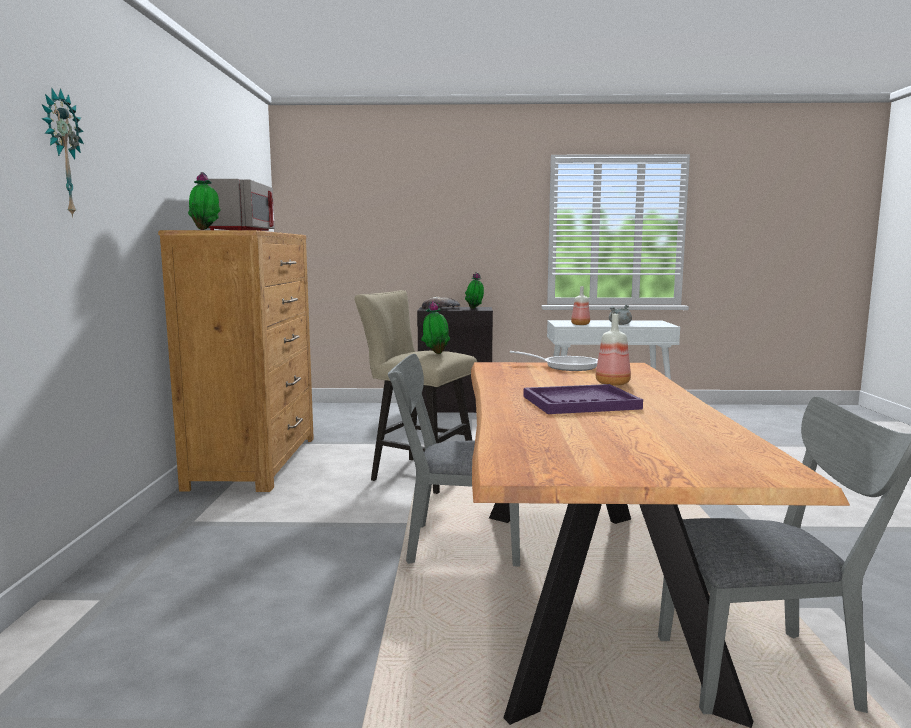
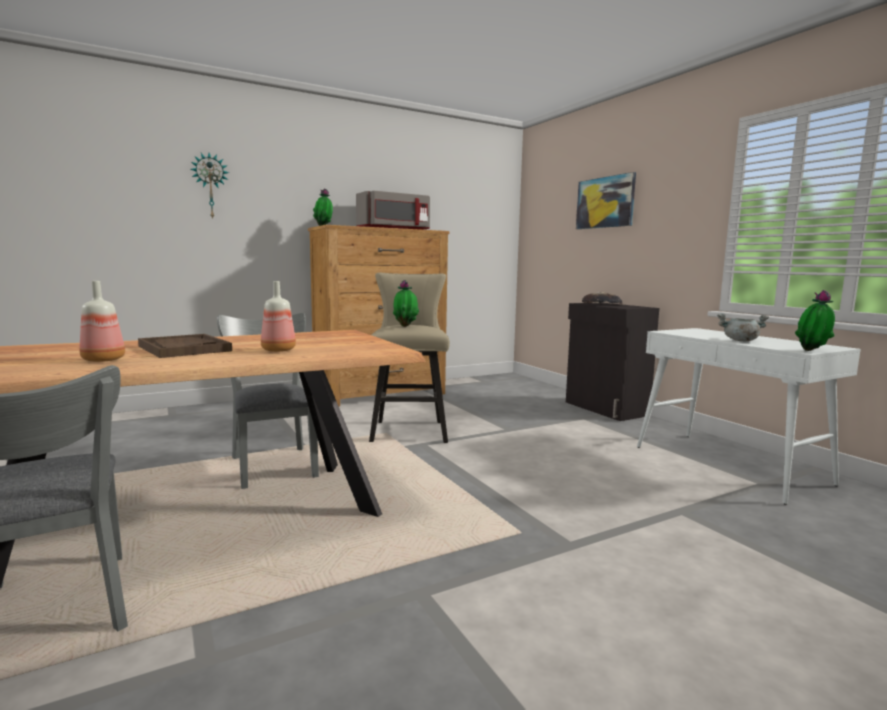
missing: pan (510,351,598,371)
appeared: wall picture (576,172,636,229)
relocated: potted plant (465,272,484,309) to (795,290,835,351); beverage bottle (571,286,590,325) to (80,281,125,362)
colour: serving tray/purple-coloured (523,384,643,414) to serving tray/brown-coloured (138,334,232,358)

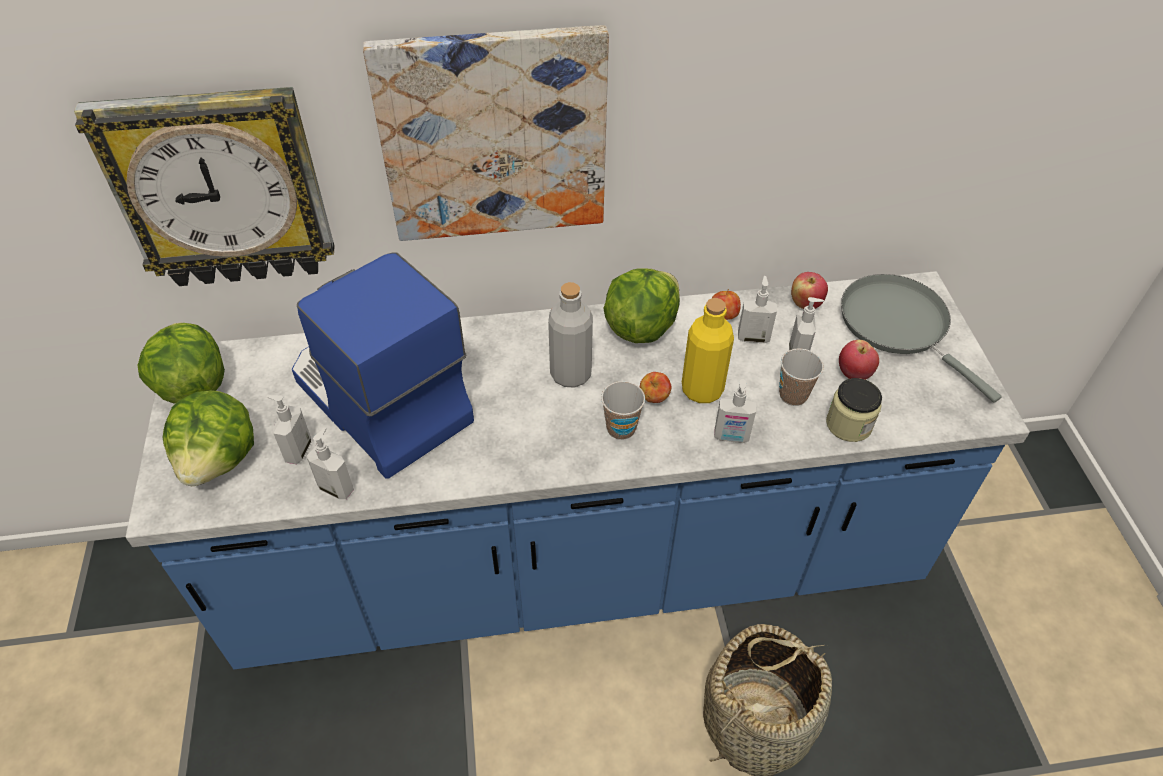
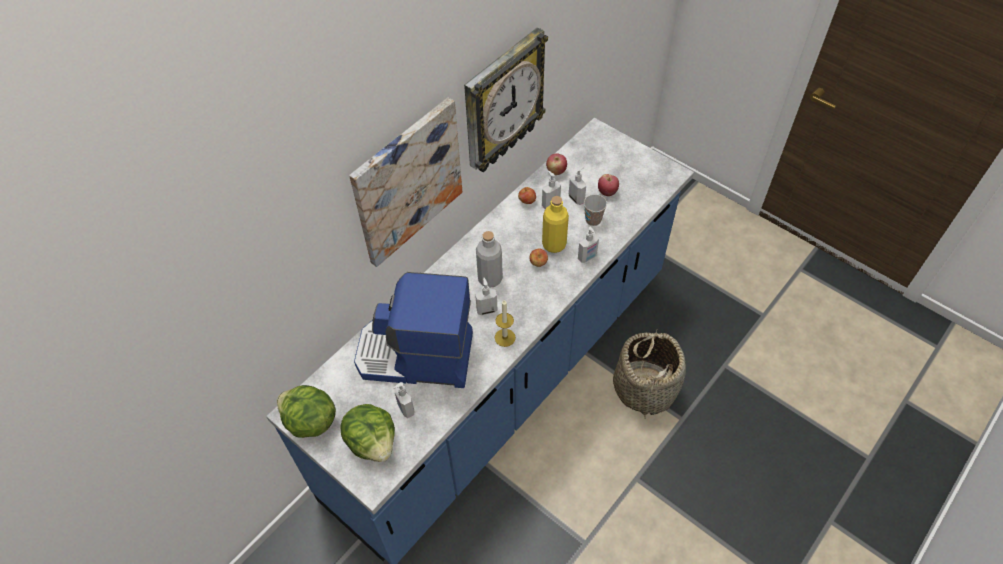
missing: drinking cup (601,381,645,440); lettuce head (603,268,680,343); jar (826,378,882,442); pan/gray (841,274,1001,402)
appeared: candle (495,300,516,347)
relocated: hanging clock (74,87,334,286) to (464,28,548,173); liquid soap bottle (306,428,354,499) to (475,278,497,315)

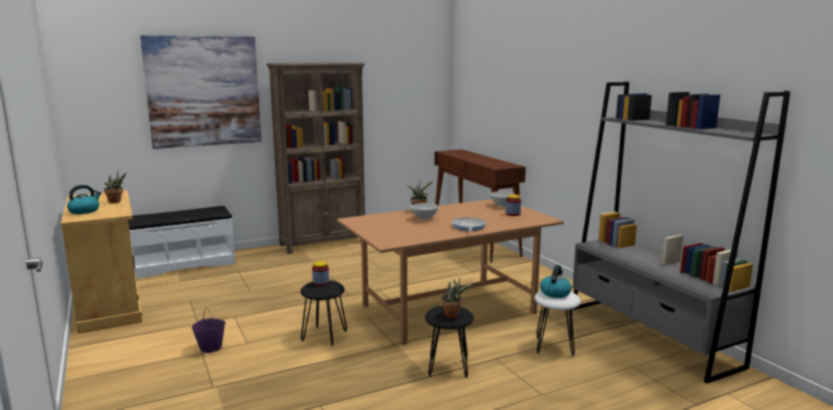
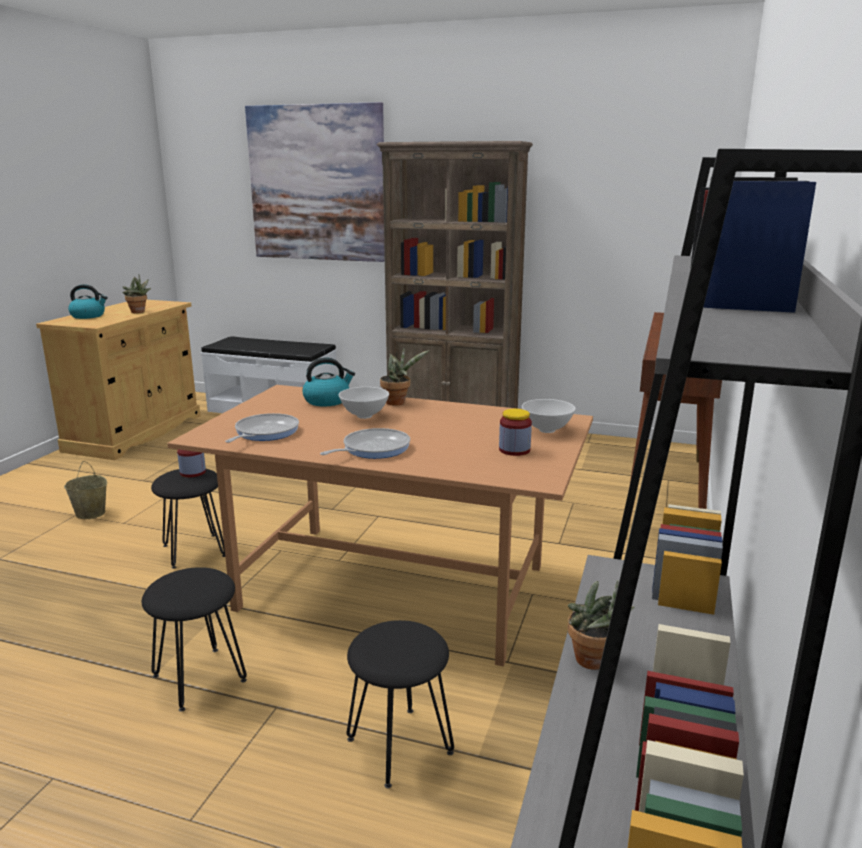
appeared: pan (225,413,299,443)
relocated: potted plant (441,278,474,318) to (568,580,634,670); tea kettle (540,265,572,298) to (302,357,355,406)
colour: bucket/purple-coloured (192,308,226,353) to bucket/beige (64,461,107,519); sitting stool/white (535,291,581,357) to sitting stool/black (347,620,454,788)

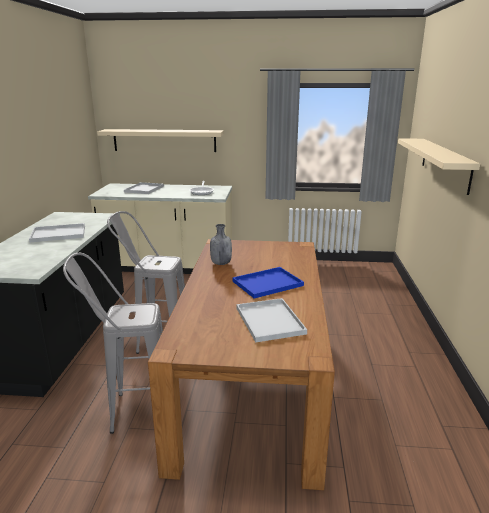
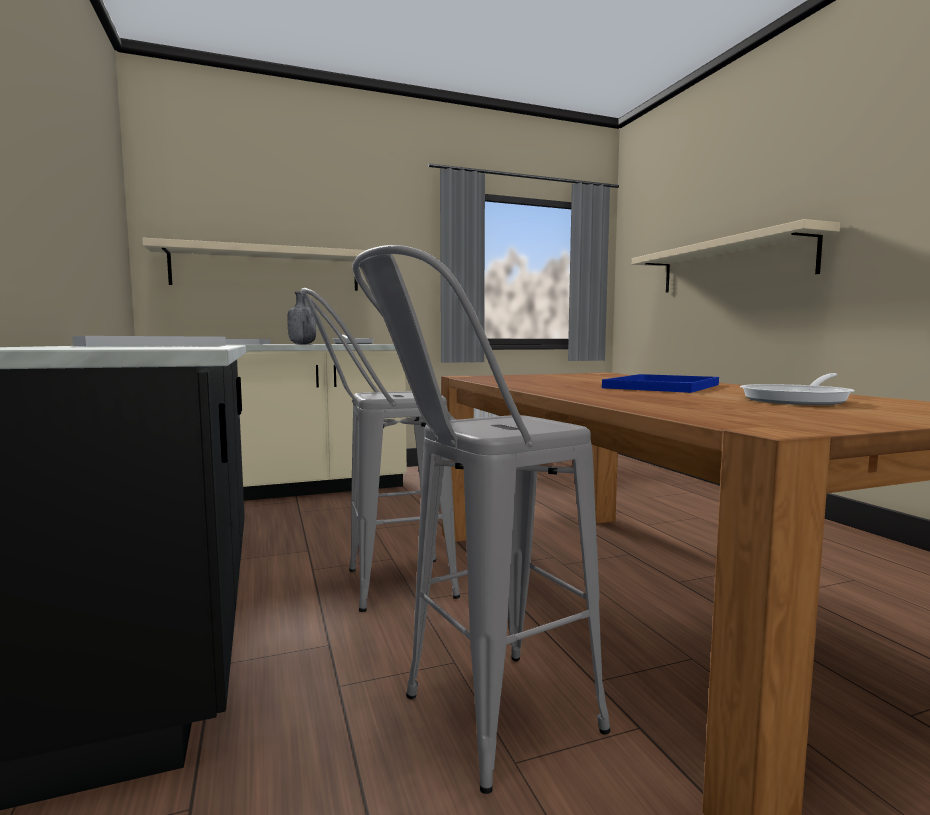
relocated: beverage bottle/gray (210,224,232,265) to (287,291,316,344)
exchanged: serving tray/white (237,298,307,342) to pan (740,373,855,405)

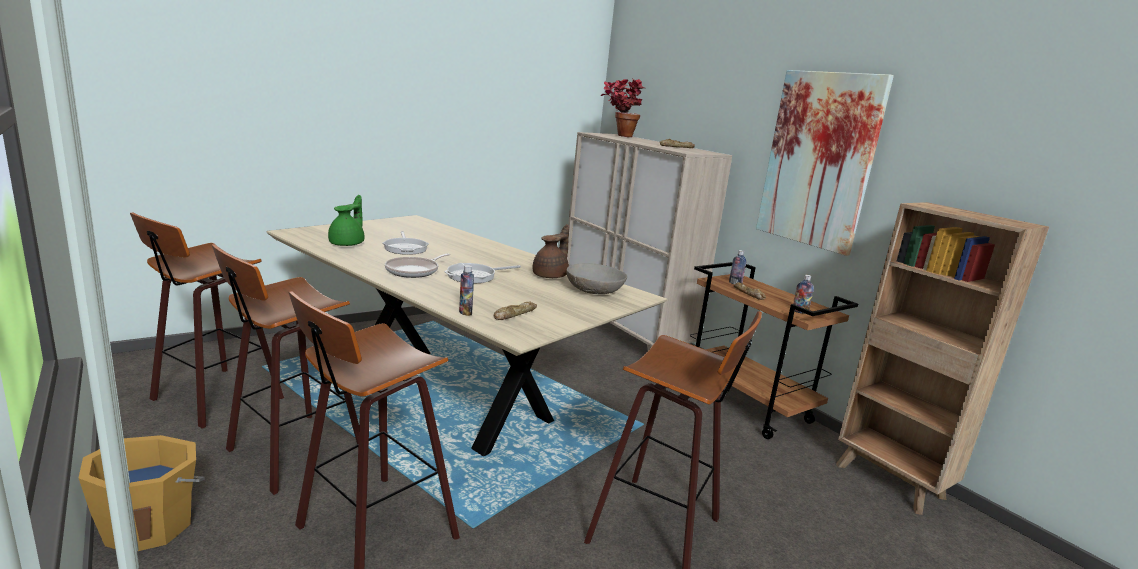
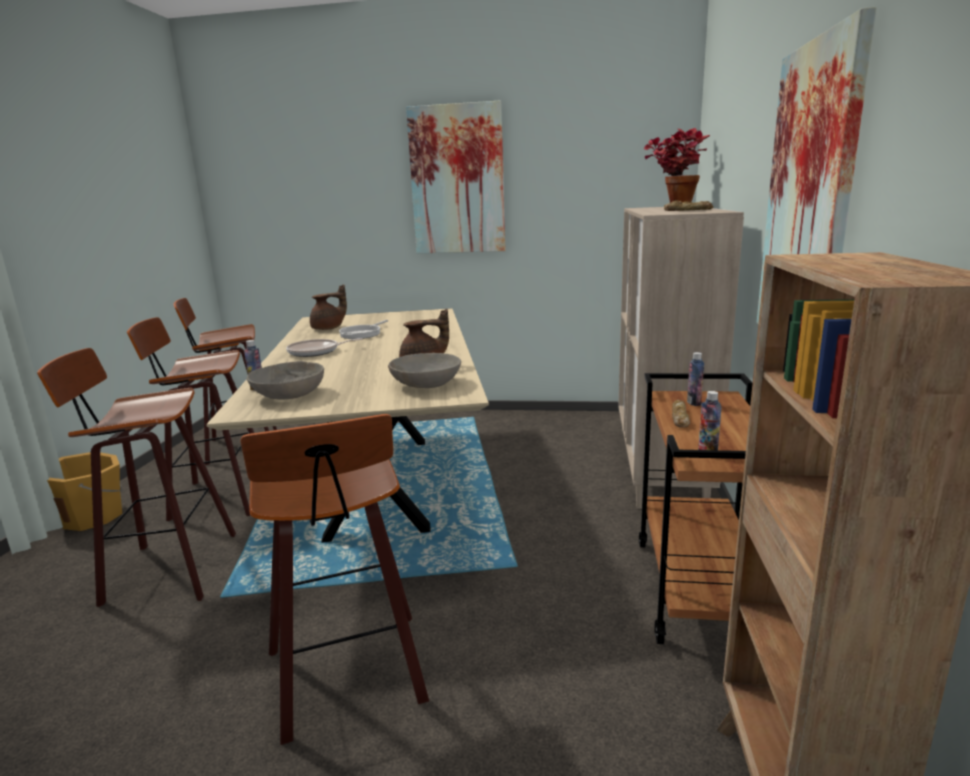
missing: pan (444,263,521,283)
appeared: wall picture (406,100,506,254)
exchanged: bakery bread (494,301,537,320) to bowl/gray (247,361,324,399)
colour: pot for tea/green-coloured (328,195,365,246) to pot for tea/brown-coloured (310,284,347,330)

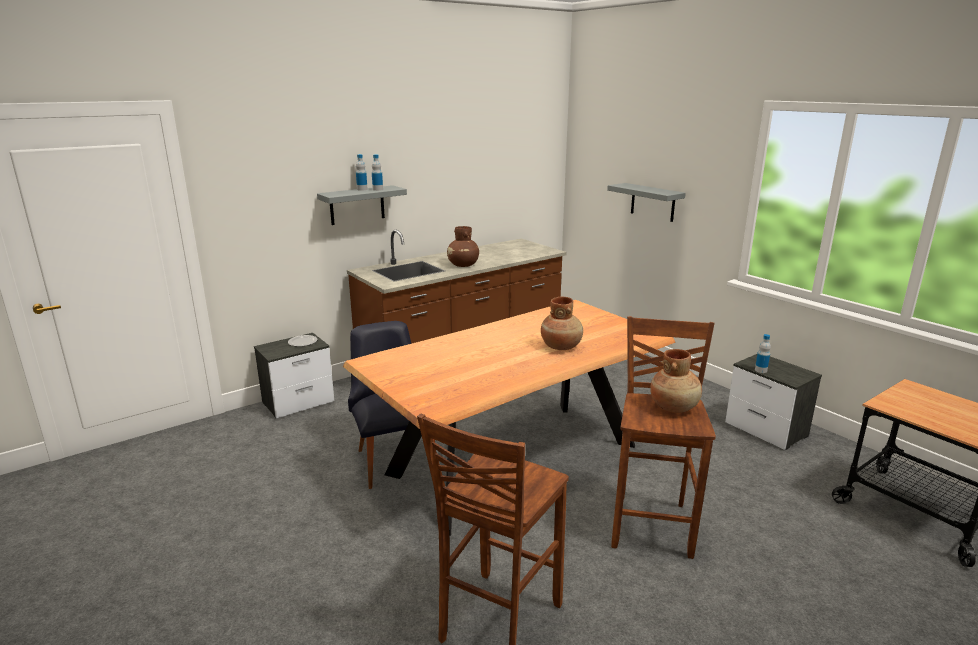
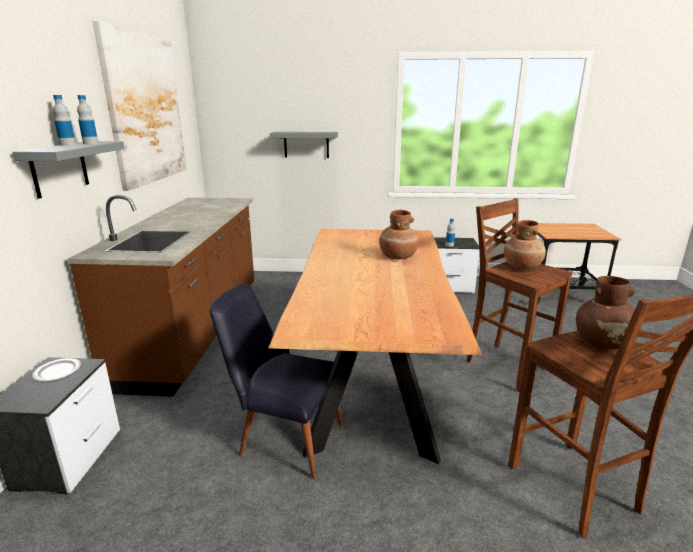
appeared: wall picture (93,21,187,191)
relocated: decorative vase/brown-coloured (447,226,479,267) to (576,276,642,350)

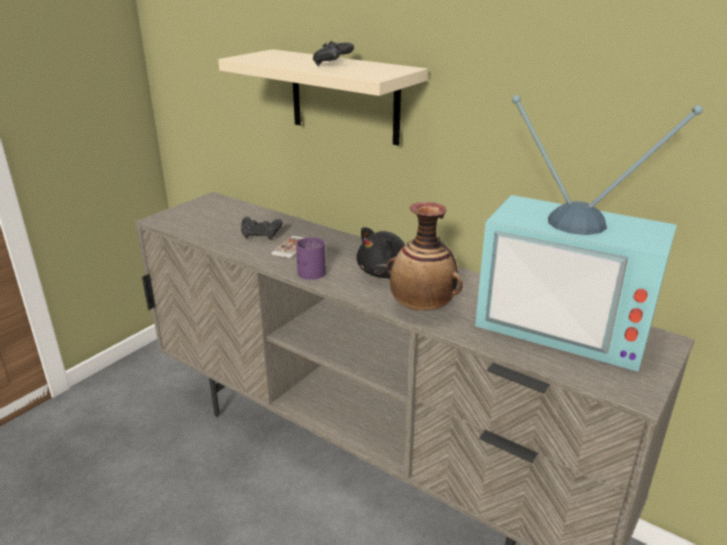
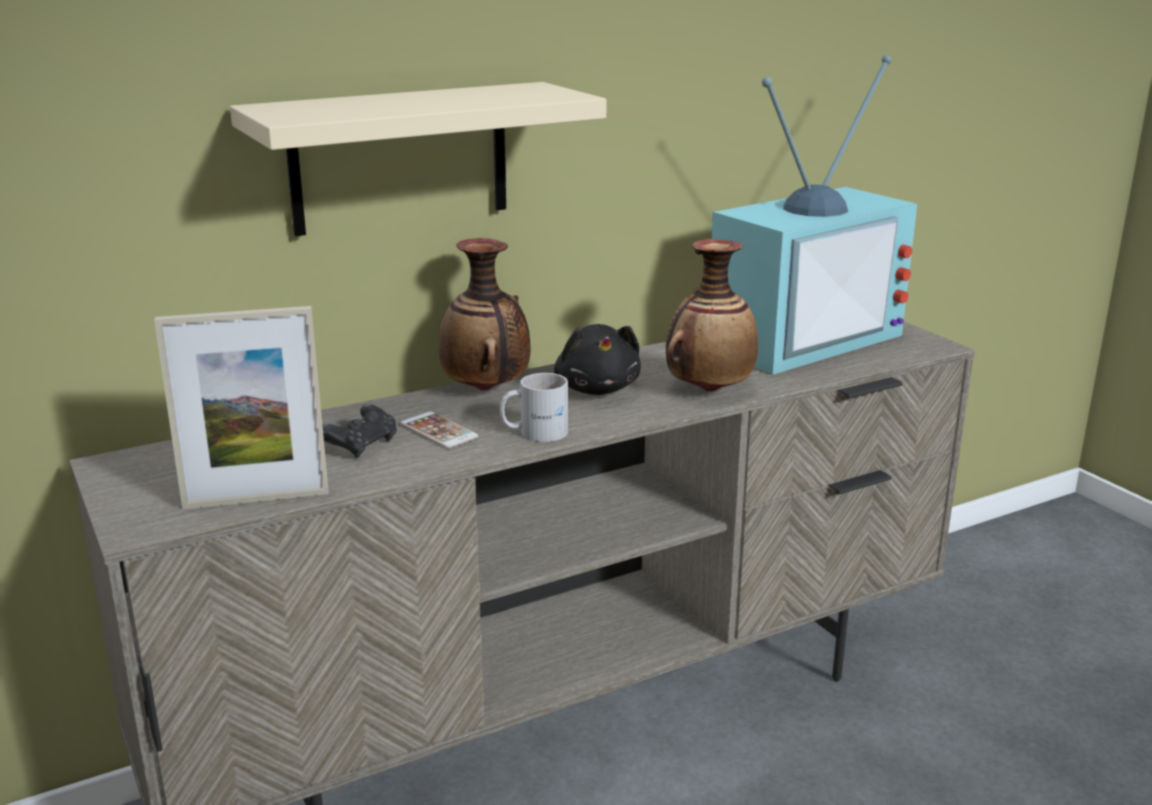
missing: game controller/black (313,41,354,66)
appeared: picture frame (154,306,329,509); decorative vase (438,238,531,391)
colour: mug/purple-coloured (296,237,326,280) to mug/white (500,373,568,442)

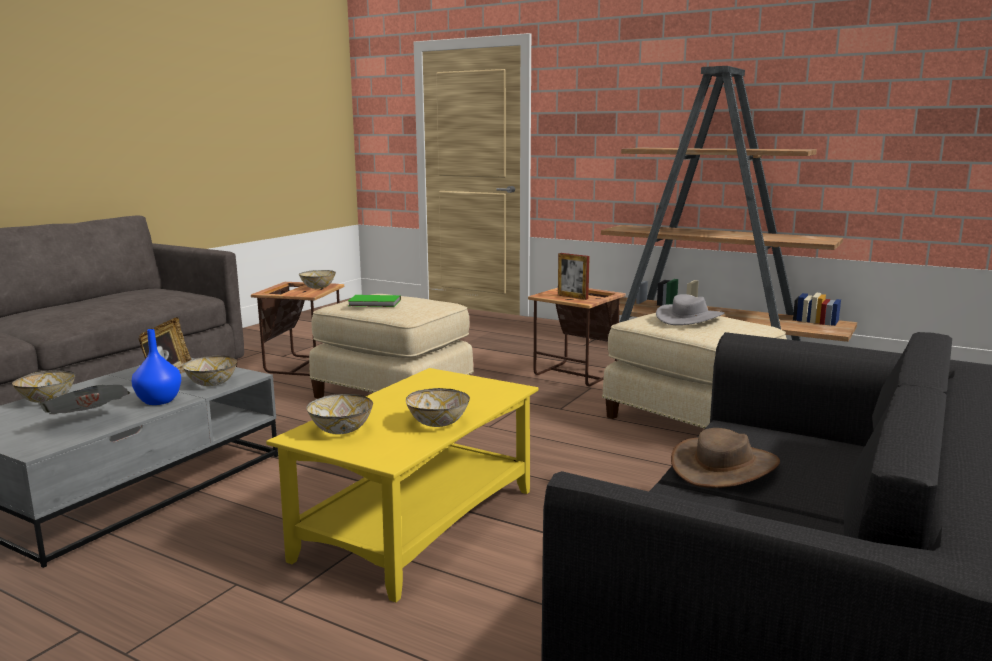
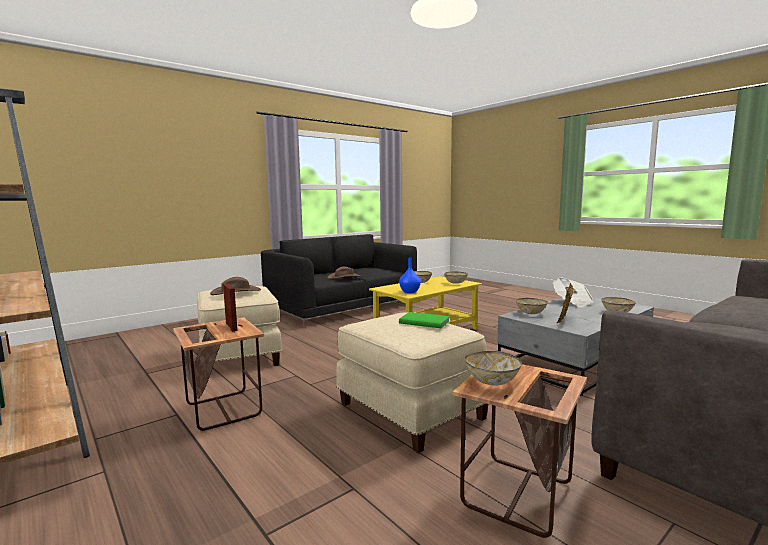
relocated: decorative vase/blue-coloured (131,329,181,405) to (399,257,421,293)
colour: hat/gray (656,294,725,325) to hat/brown-coloured (210,277,261,295)

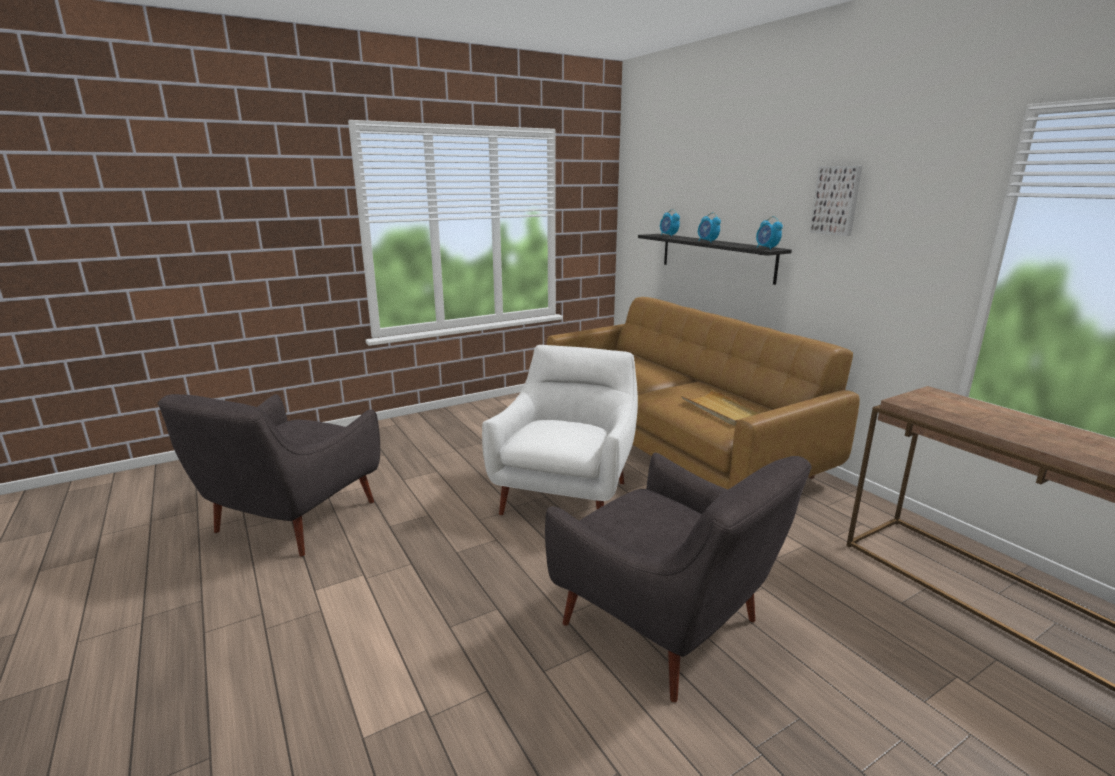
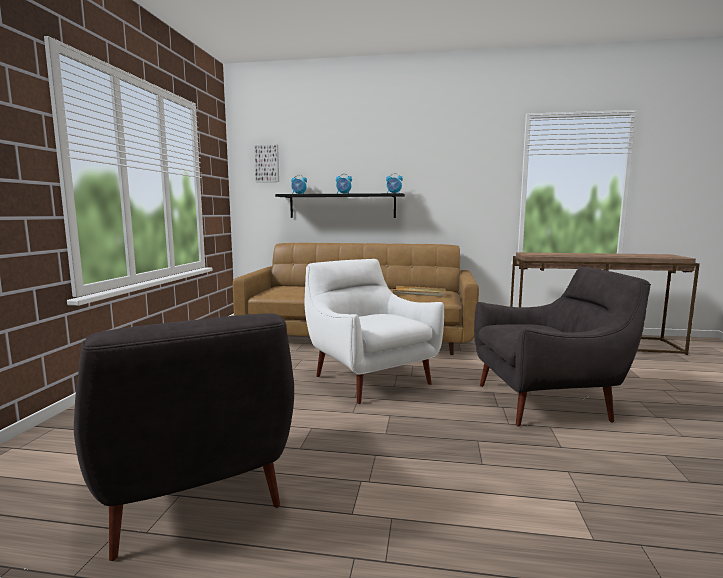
relocated: wall picture (810,166,862,236) to (254,144,279,182)

